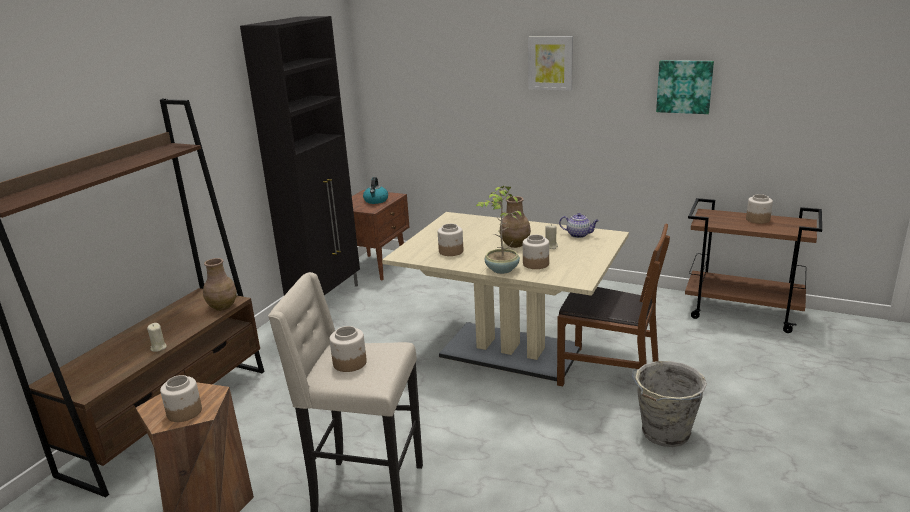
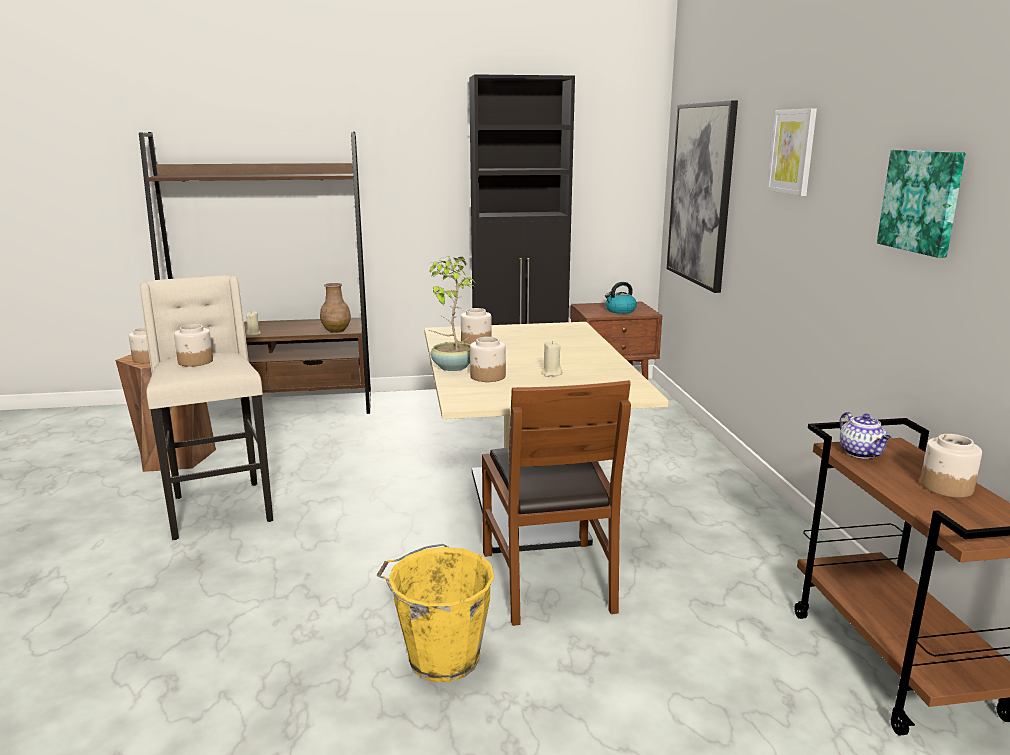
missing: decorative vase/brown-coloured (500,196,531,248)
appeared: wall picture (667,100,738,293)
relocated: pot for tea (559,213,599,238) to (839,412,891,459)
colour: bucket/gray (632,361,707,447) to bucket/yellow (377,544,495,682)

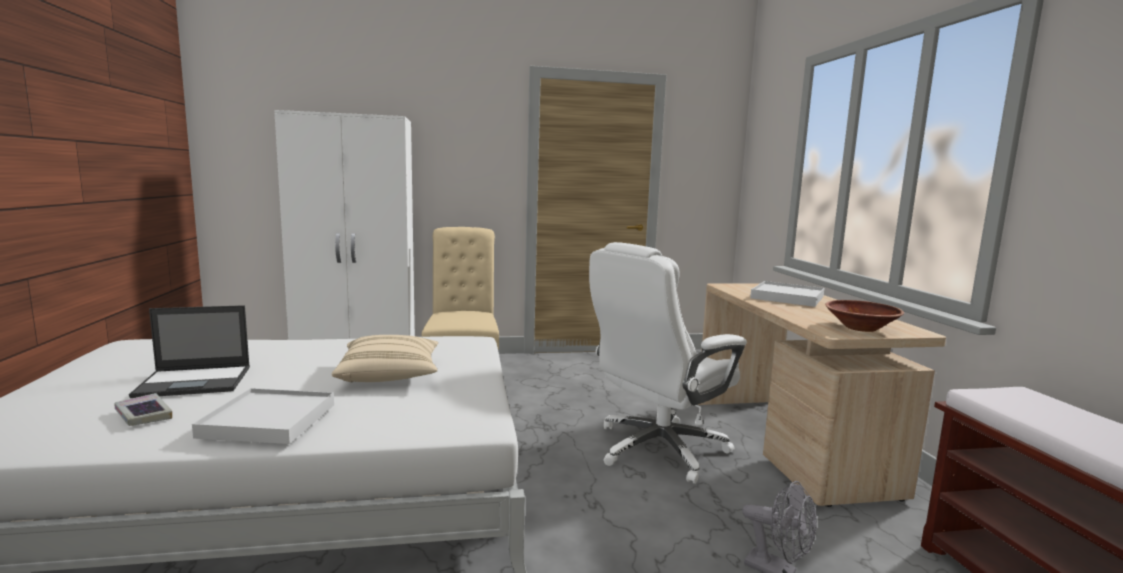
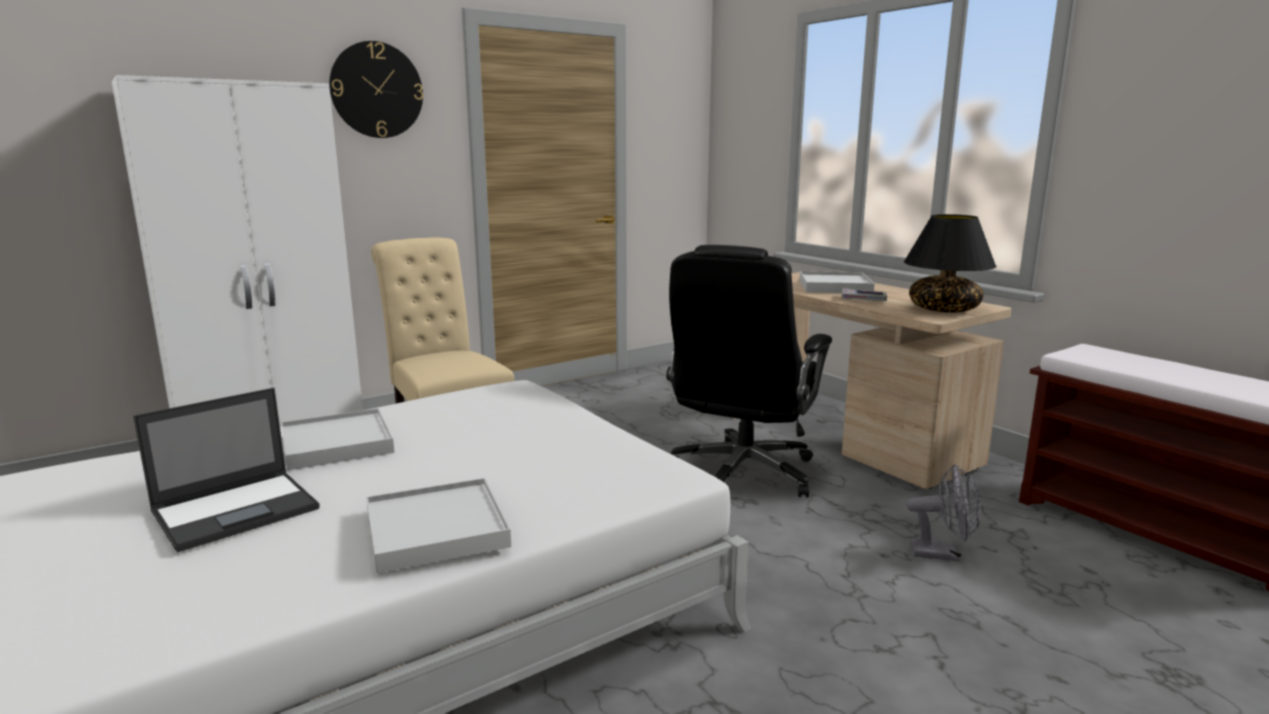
missing: throw pillow/beige (332,335,438,382)
appeared: serving tray/white (281,408,395,470); hanging clock (329,41,423,138)
relocated: book (114,393,172,426) to (842,288,887,301)
exchanged: bowl/brown-coloured (825,300,904,332) to table lamp/black (904,214,996,313)
colour: desk chair/white (589,242,747,484) to desk chair/black (666,245,832,498)

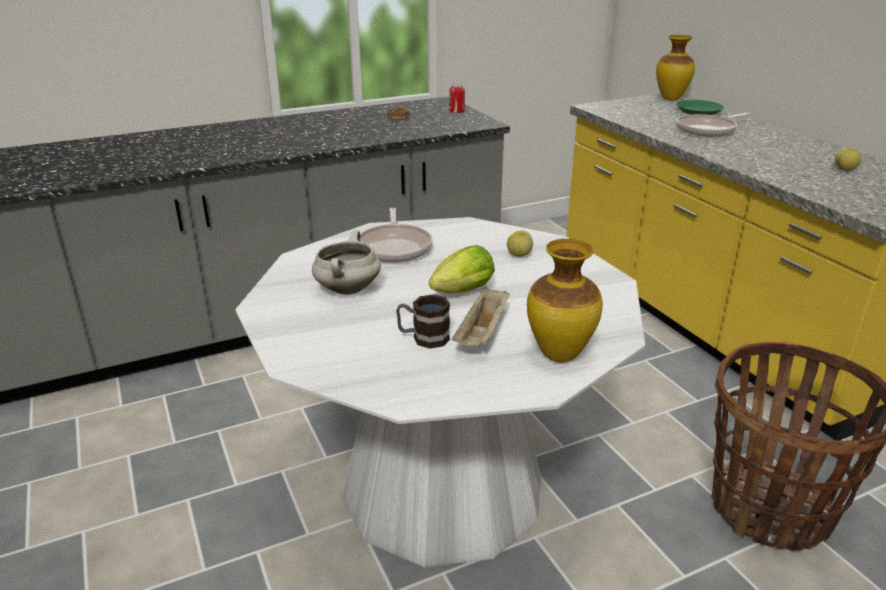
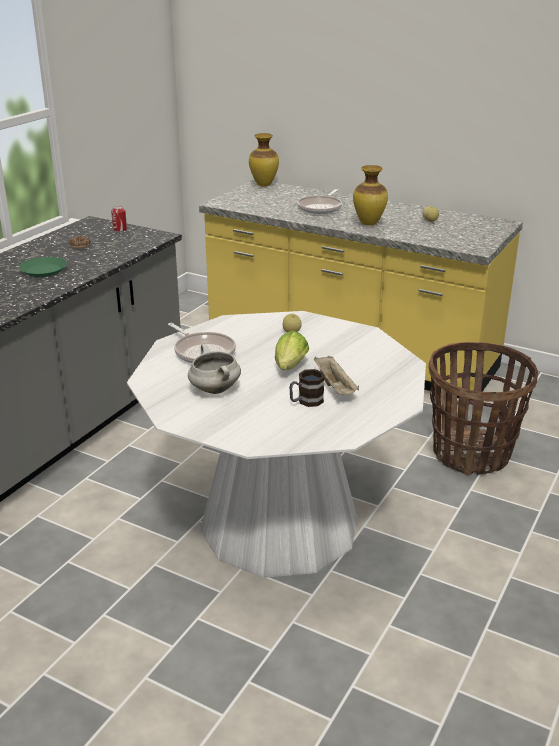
relocated: decorative vase (527,239,603,363) to (353,165,388,226); plate/green-coloured (676,100,724,115) to (19,257,67,277)

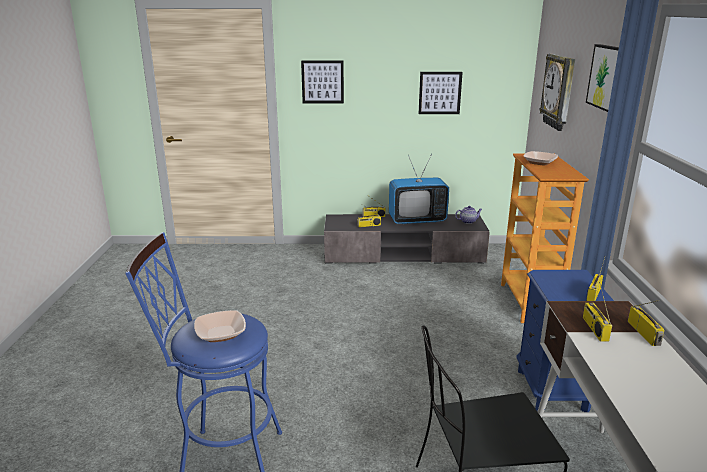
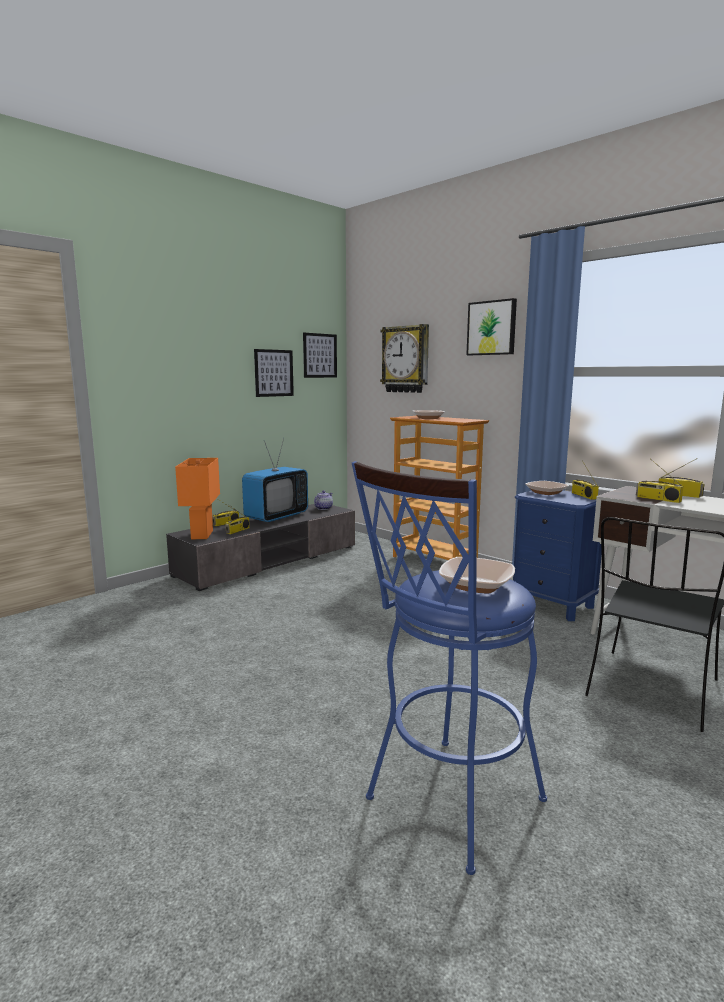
appeared: table lamp/orange-coloured (175,458,220,539); bowl (526,481,569,495)
relocated: wall picture (301,60,344,103) to (303,333,337,378)

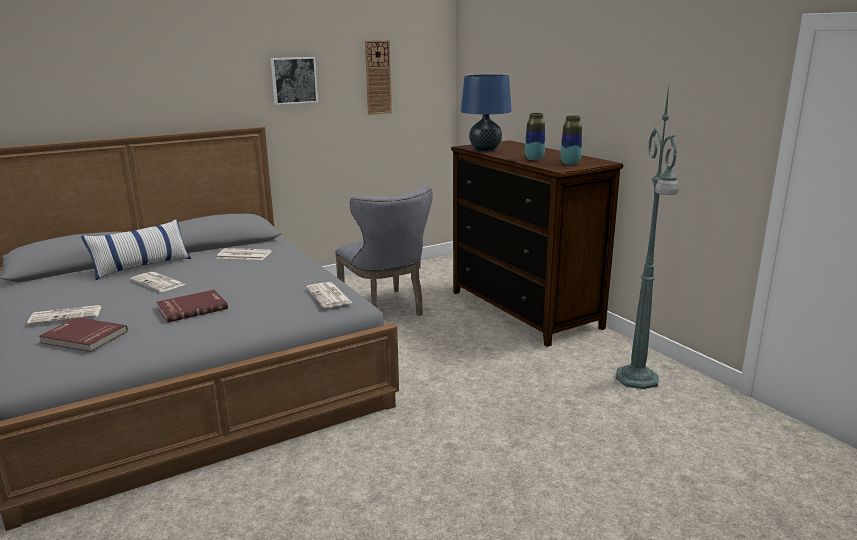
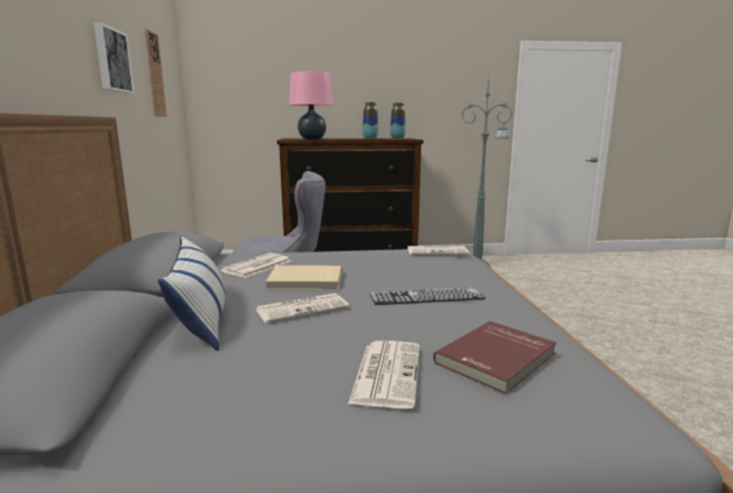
appeared: book/beige (265,265,342,290)
exchanged: book/red-coloured (157,290,228,323) to computer keyboard (370,287,486,305)
colour: table lamp/blue-coloured (461,74,512,151) to table lamp/pinkish (289,71,333,140)

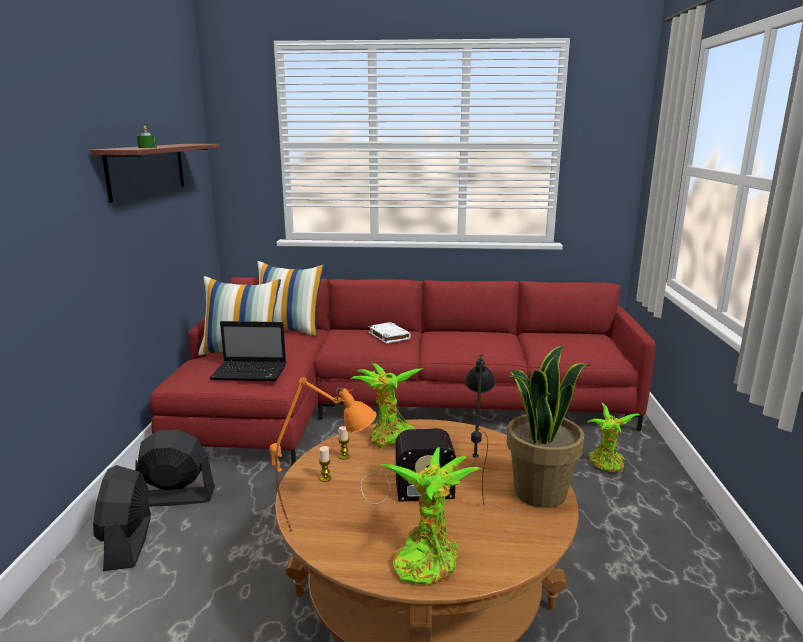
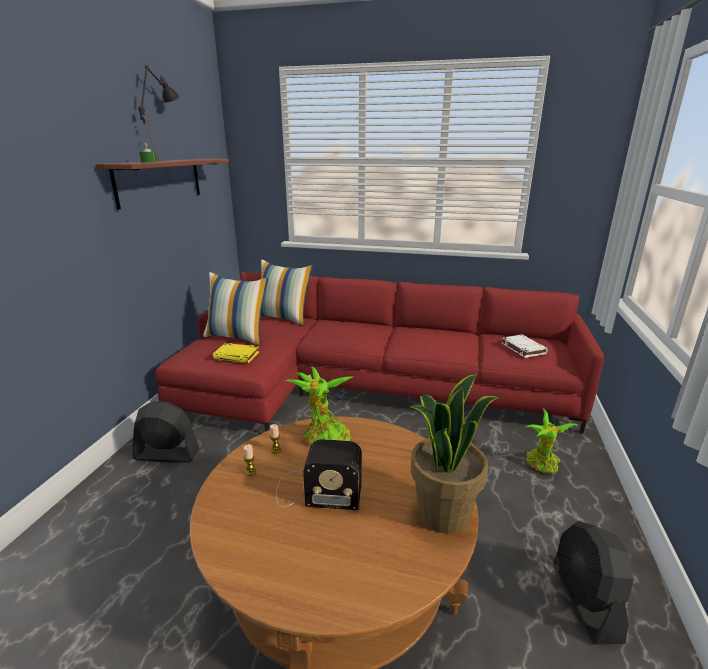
missing: table lamp/orange-coloured (270,377,376,531); potted plant (381,447,483,586)
relocated: electric fan/black (93,465,151,571) to (553,521,634,645); book/white (368,322,411,344) to (502,335,548,358); table lamp/black (465,354,495,504) to (138,65,179,161)
exchanged: laptop (209,321,286,381) to book/yellow (212,343,259,363)

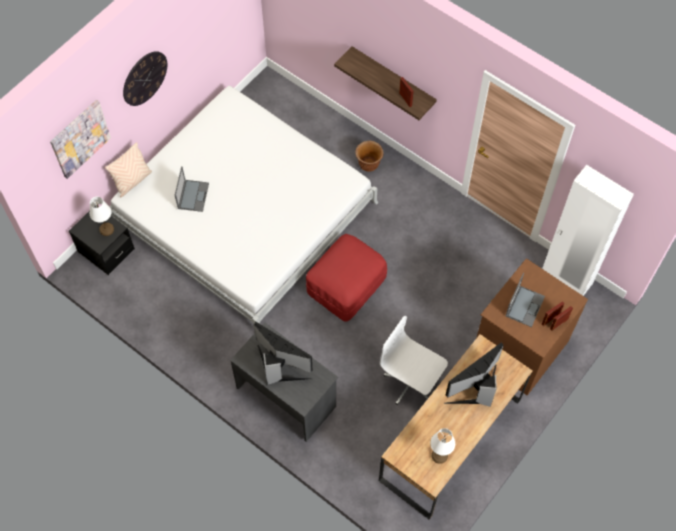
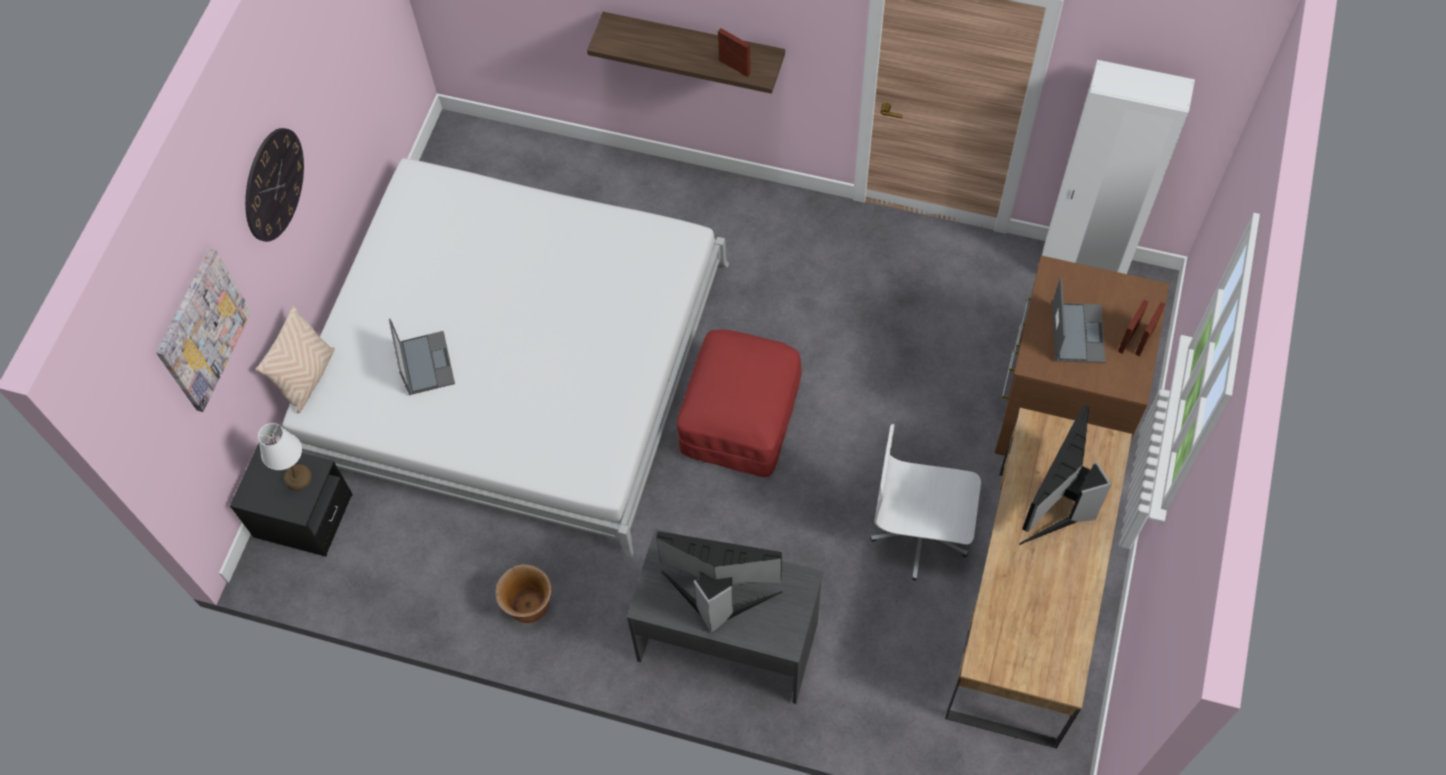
missing: table lamp/white (430,428,455,464)
relocated: flower pot/brown-coloured (355,141,383,172) to (495,564,552,623)

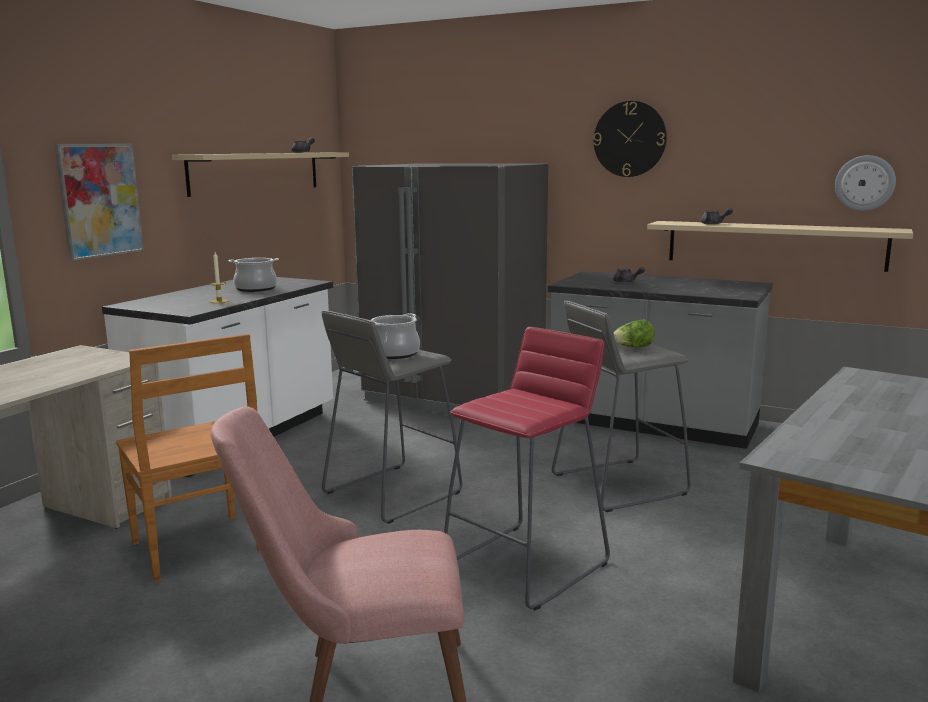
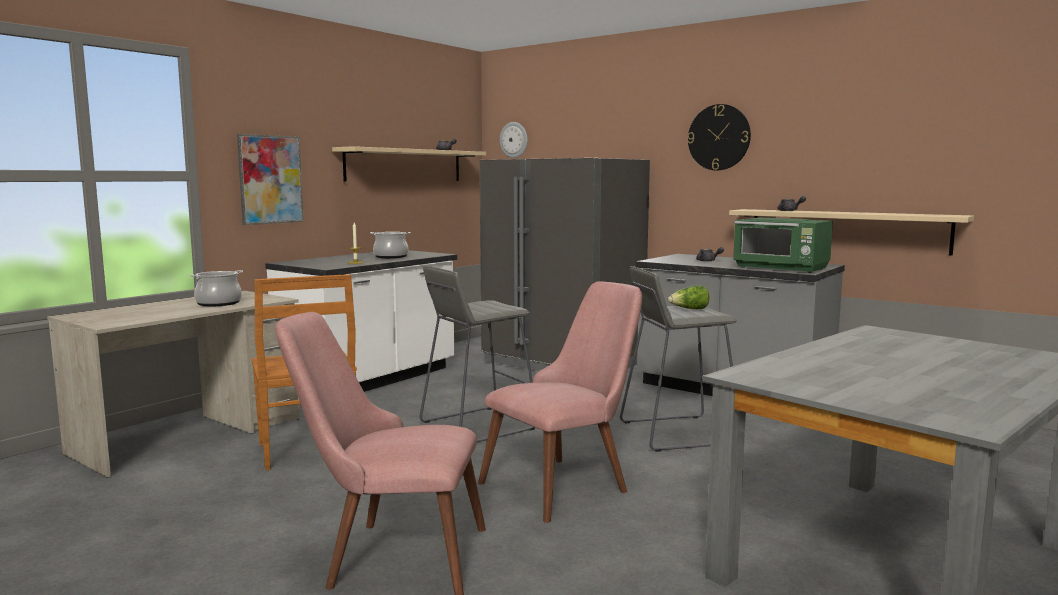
appeared: microwave oven/green-coloured (733,217,833,273)
relocated: saucepot (371,313,420,359) to (190,270,243,306); hanging clock (835,155,896,211) to (500,122,528,158)
exchanged: sitting stool/red-coloured (444,327,610,611) to plain chair/pinkish (478,281,642,523)

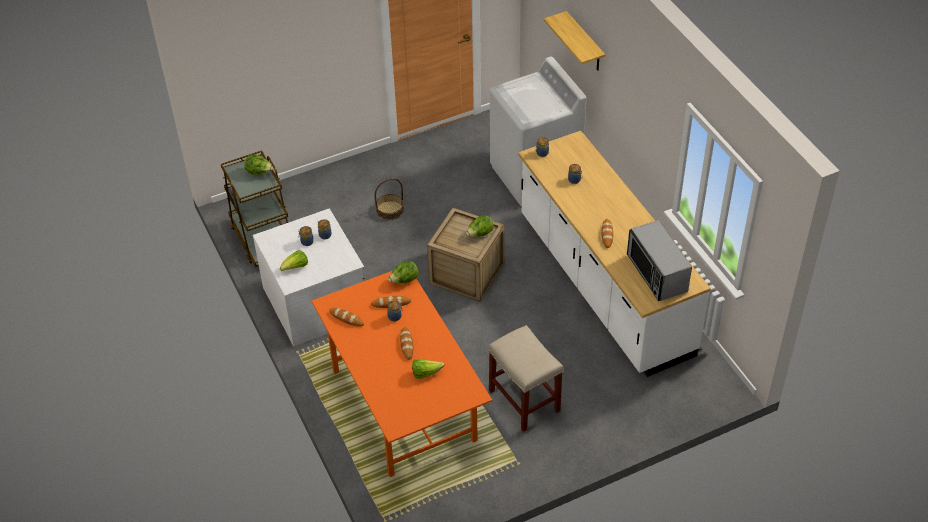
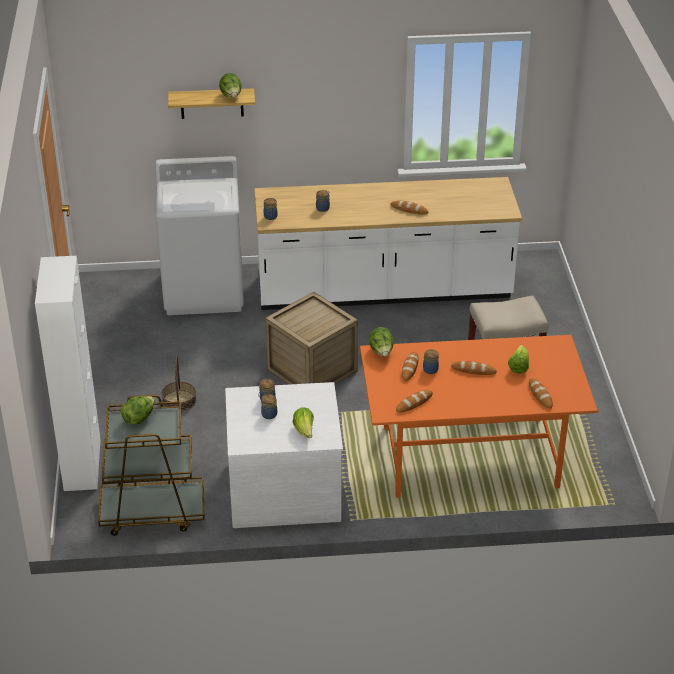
missing: microwave oven (627,220,692,301)
appeared: cabinet/white (35,256,101,491); bakery bread (529,378,553,409)
relocated: lettuce head (466,215,494,237) to (219,73,242,97)

